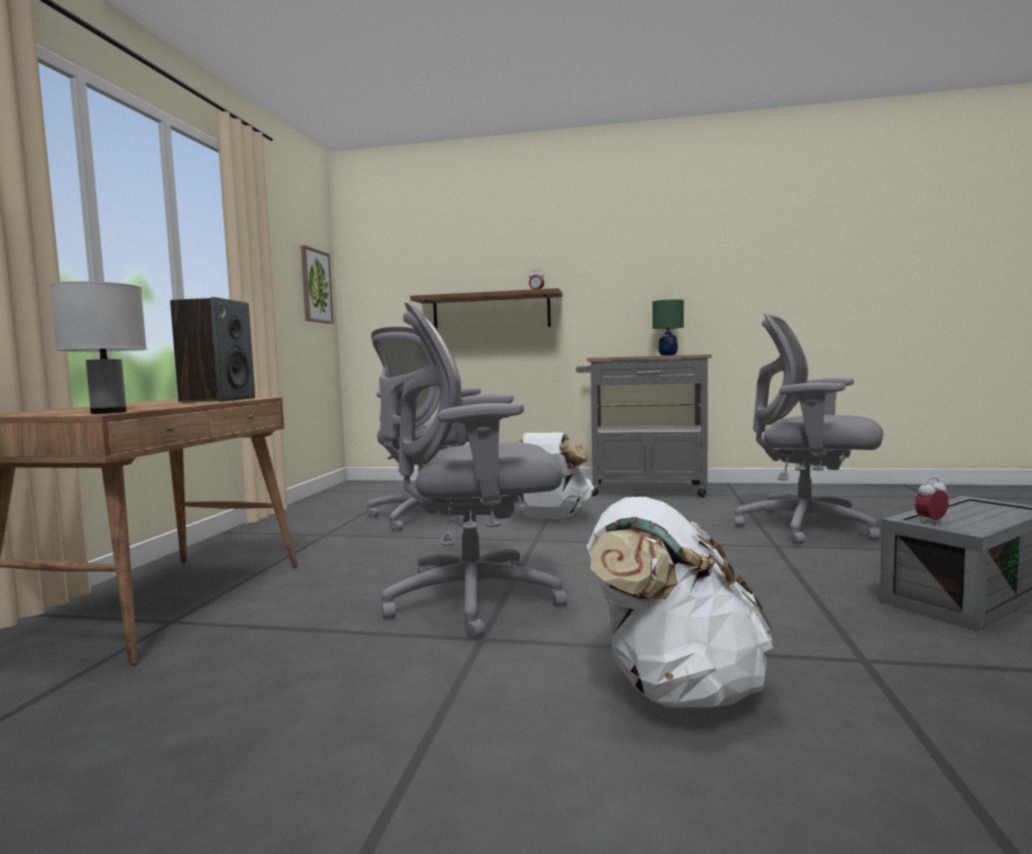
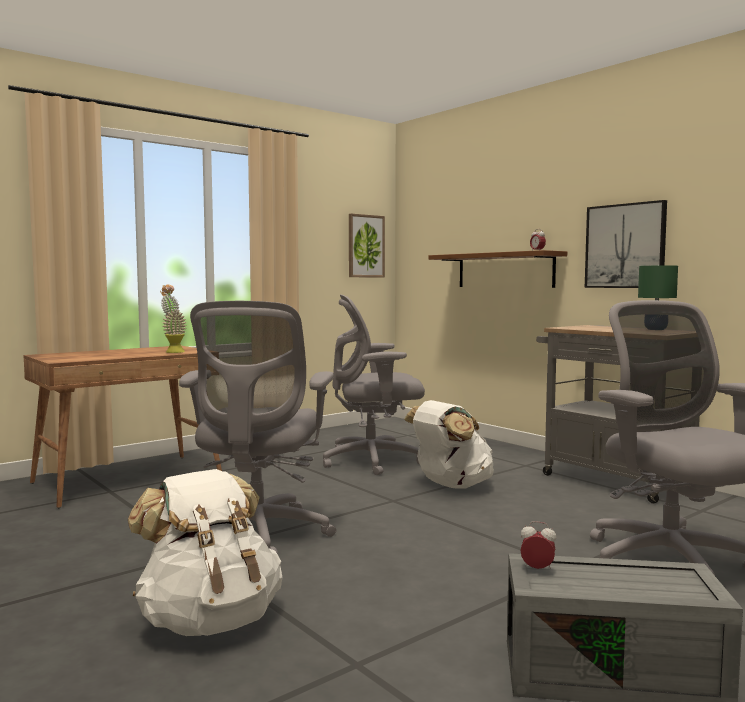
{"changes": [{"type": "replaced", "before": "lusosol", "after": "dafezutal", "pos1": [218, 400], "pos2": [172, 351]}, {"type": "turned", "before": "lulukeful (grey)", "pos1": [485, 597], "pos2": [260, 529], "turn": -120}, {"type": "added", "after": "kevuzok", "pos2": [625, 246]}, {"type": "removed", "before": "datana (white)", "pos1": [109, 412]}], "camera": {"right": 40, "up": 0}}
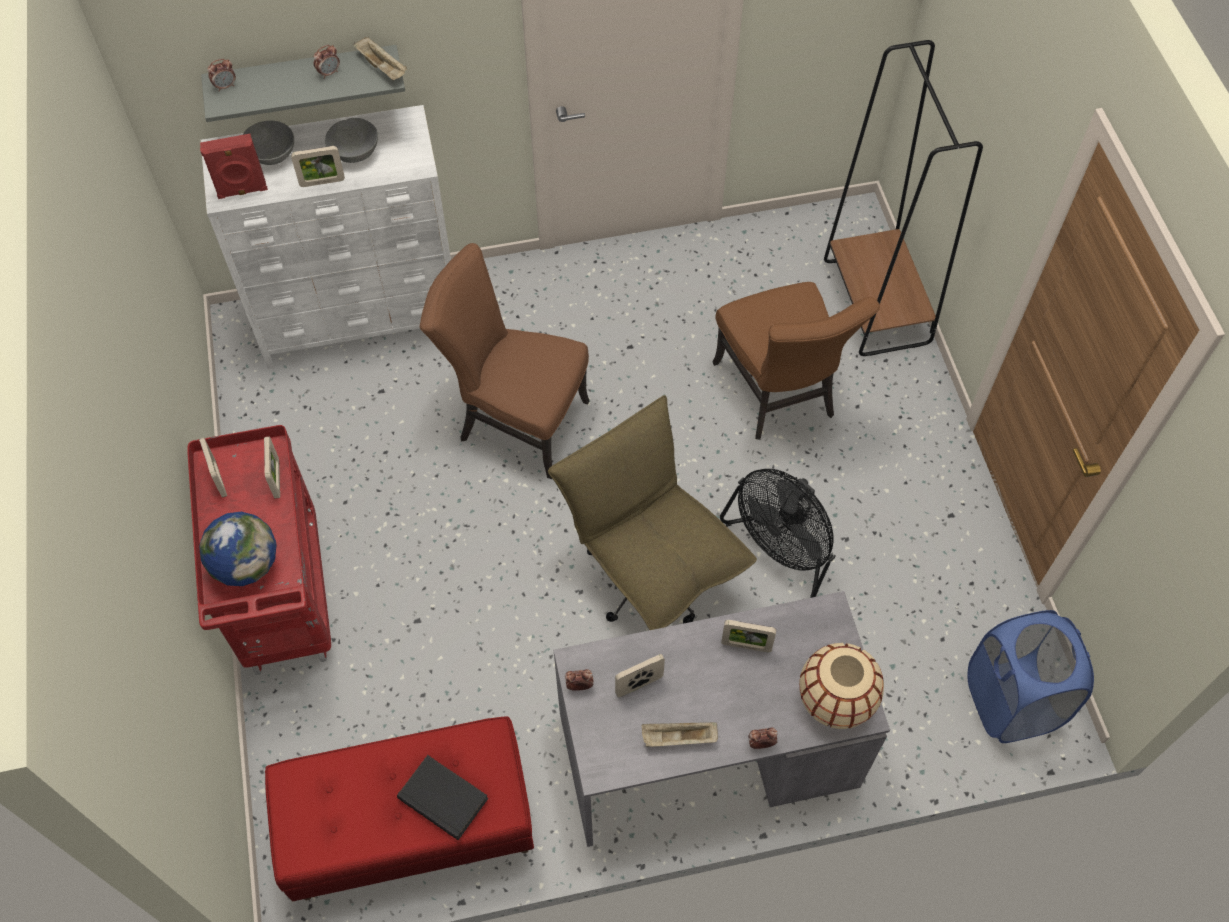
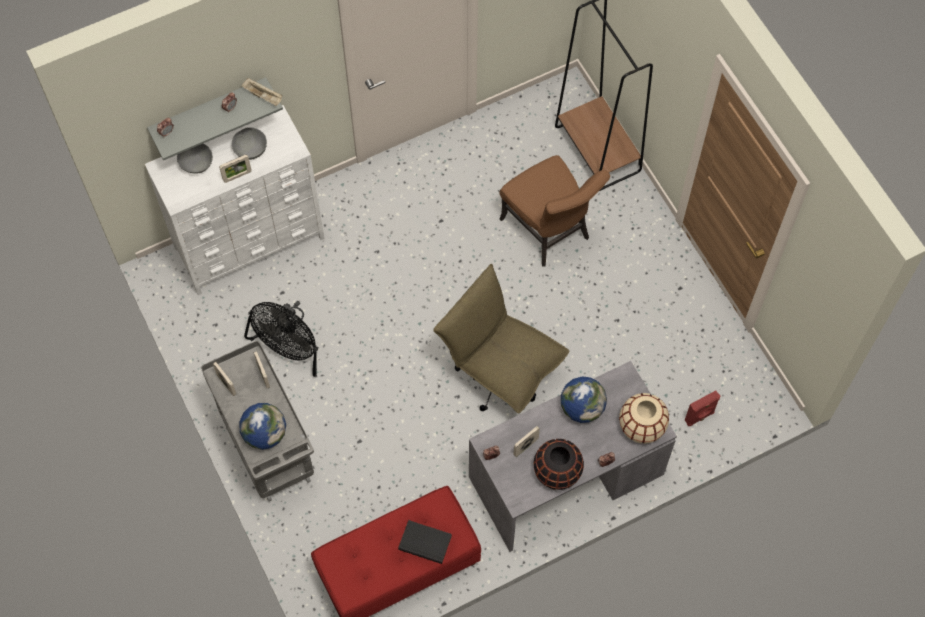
{"changes": [{"type": "recoloured", "before": "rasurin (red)", "after": "rasurin (grey)", "pos1": [286, 604], "pos2": [270, 451]}, {"type": "moved", "before": "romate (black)", "pos1": [782, 543], "pos2": [289, 343]}, {"type": "replaced", "before": "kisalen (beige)", "after": "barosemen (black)", "pos1": [678, 738], "pos2": [557, 472]}, {"type": "replaced", "before": "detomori", "after": "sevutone", "pos1": [746, 646], "pos2": [582, 408]}, {"type": "moved", "before": "lusosol (red)", "pos1": [242, 191], "pos2": [699, 417]}, {"type": "removed", "before": "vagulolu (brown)", "pos1": [516, 420]}, {"type": "removed", "before": "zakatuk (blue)", "pos1": [1011, 701]}], "camera": {"right": -15, "up": 5}}
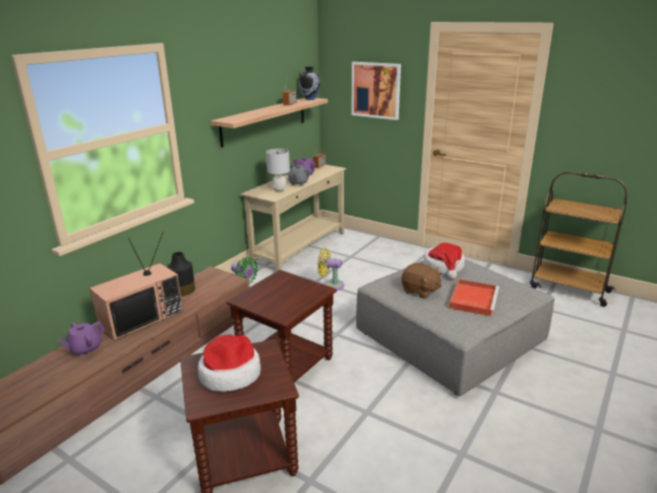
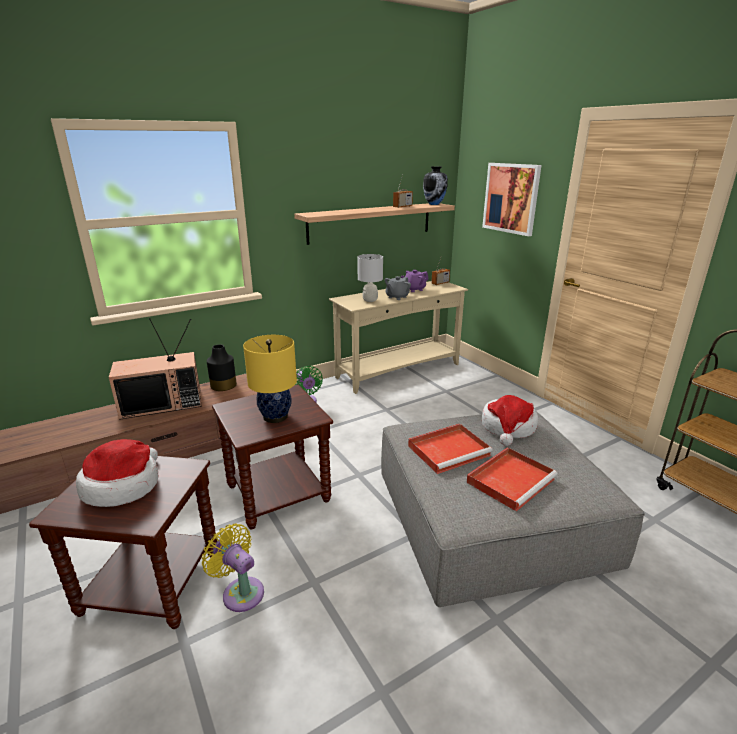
{"changes": [{"type": "moved", "before": "romate (yellow)", "pos1": [331, 285], "pos2": [240, 591]}, {"type": "added", "after": "datana (yellow)", "pos2": [275, 416]}, {"type": "replaced", "before": "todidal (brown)", "after": "kisalen (red)", "pos1": [420, 291], "pos2": [449, 450]}, {"type": "removed", "before": "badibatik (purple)", "pos1": [85, 349]}], "camera": {"right": 25, "up": 0}}
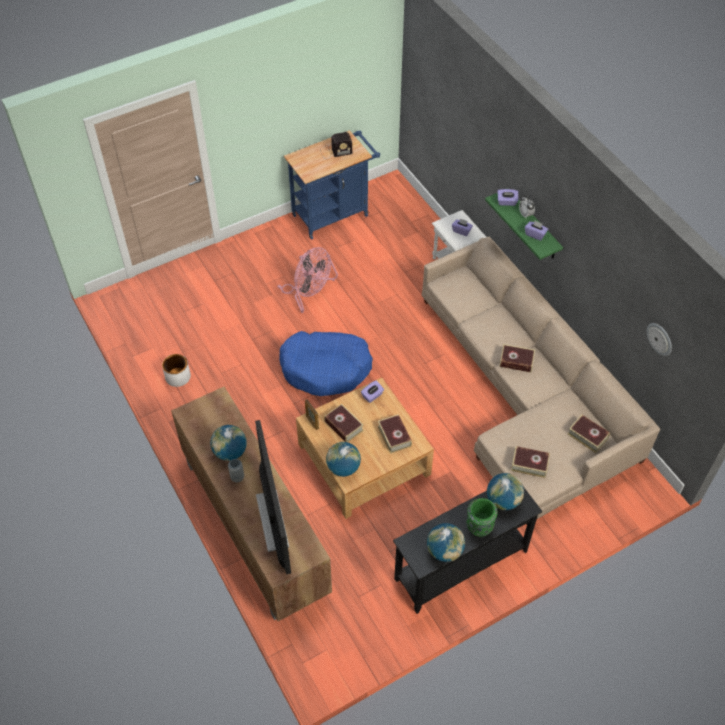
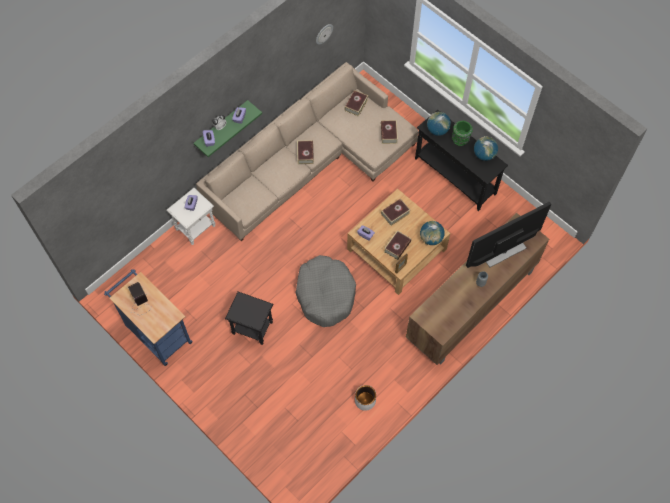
{"changes": [{"type": "replaced", "before": "romate (pink)", "after": "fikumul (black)", "pos1": [308, 292], "pos2": [252, 328]}, {"type": "recoloured", "before": "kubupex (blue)", "after": "kubupex (grey)", "pos1": [326, 368], "pos2": [325, 294]}, {"type": "removed", "before": "sevutone", "pos1": [230, 452]}], "camera": {"right": -105, "up": 10}}
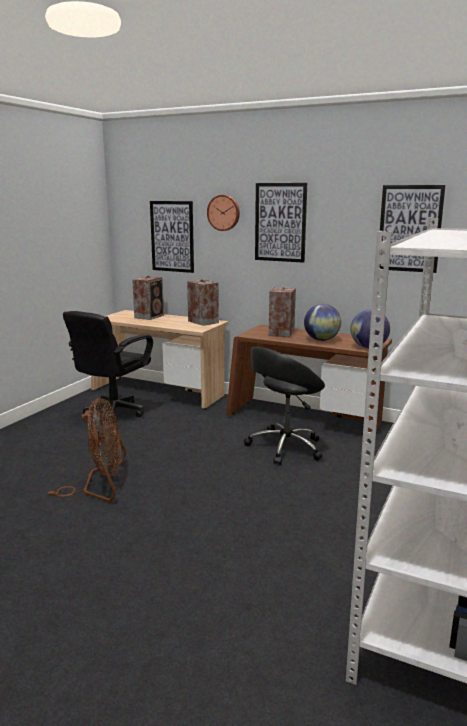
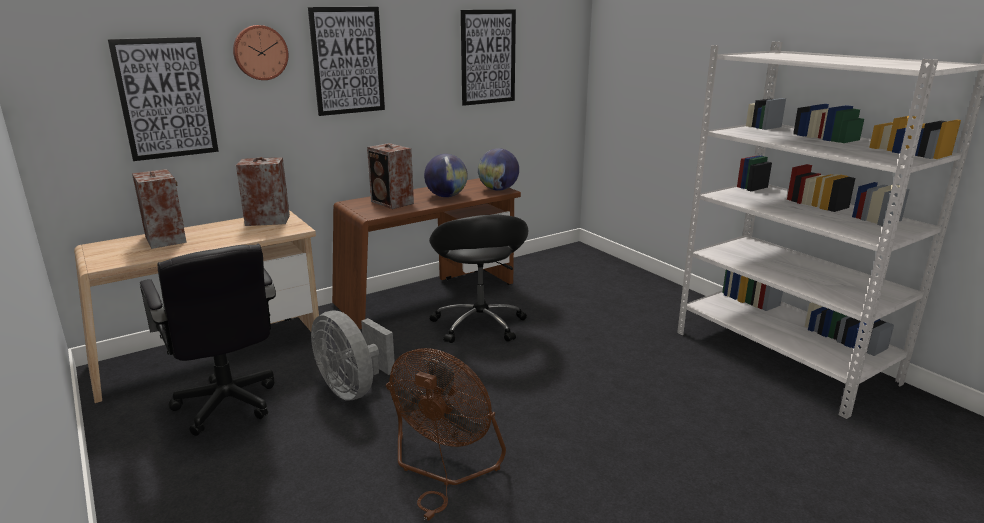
{"changes": [{"type": "added", "after": "romate (grey)", "pos2": [353, 388]}], "camera": {"right": -60, "up": 5}}
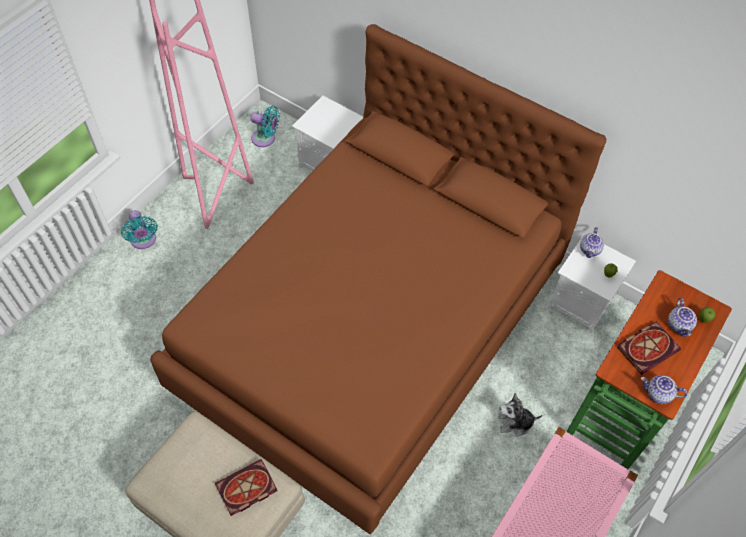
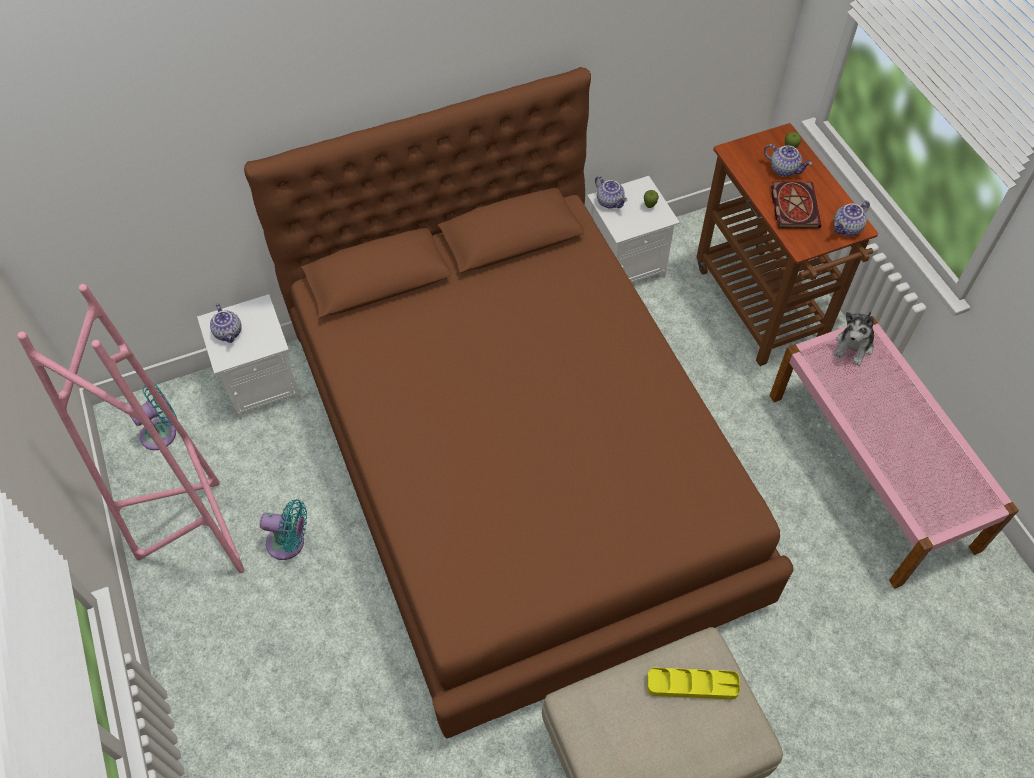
{"changes": [{"type": "added", "after": "badibatik", "pos2": [229, 332]}, {"type": "moved", "before": "romate (turquoise)", "pos1": [144, 241], "pos2": [289, 543]}, {"type": "replaced", "before": "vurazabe", "after": "kisalen (yellow)", "pos1": [245, 489], "pos2": [692, 685]}, {"type": "recoloured", "before": "rasurin (green)", "after": "rasurin (brown)", "pos1": [619, 409], "pos2": [760, 305]}, {"type": "moved", "before": "todidal", "pos1": [515, 423], "pos2": [854, 346]}], "camera": {"right": -55, "up": 0}}
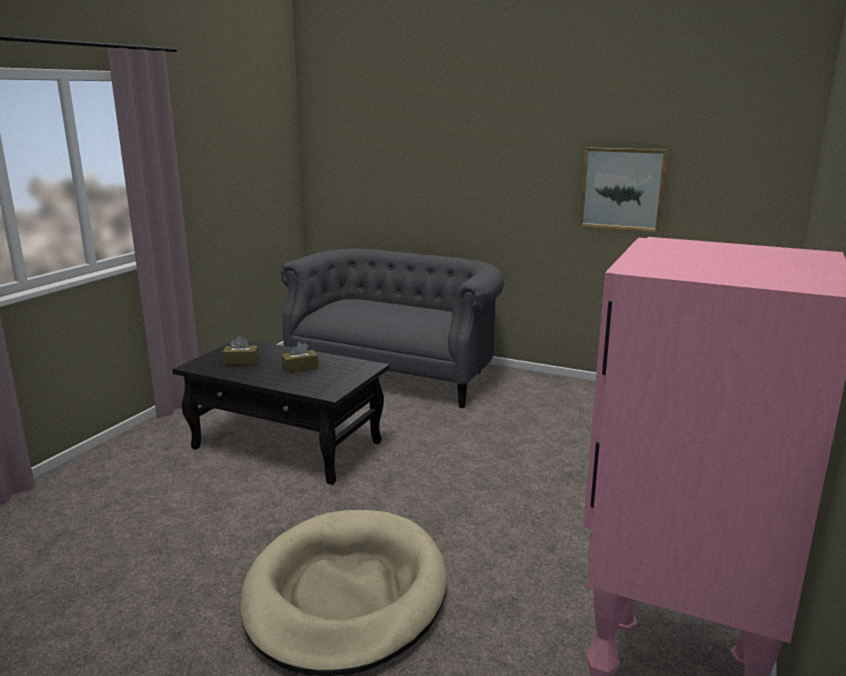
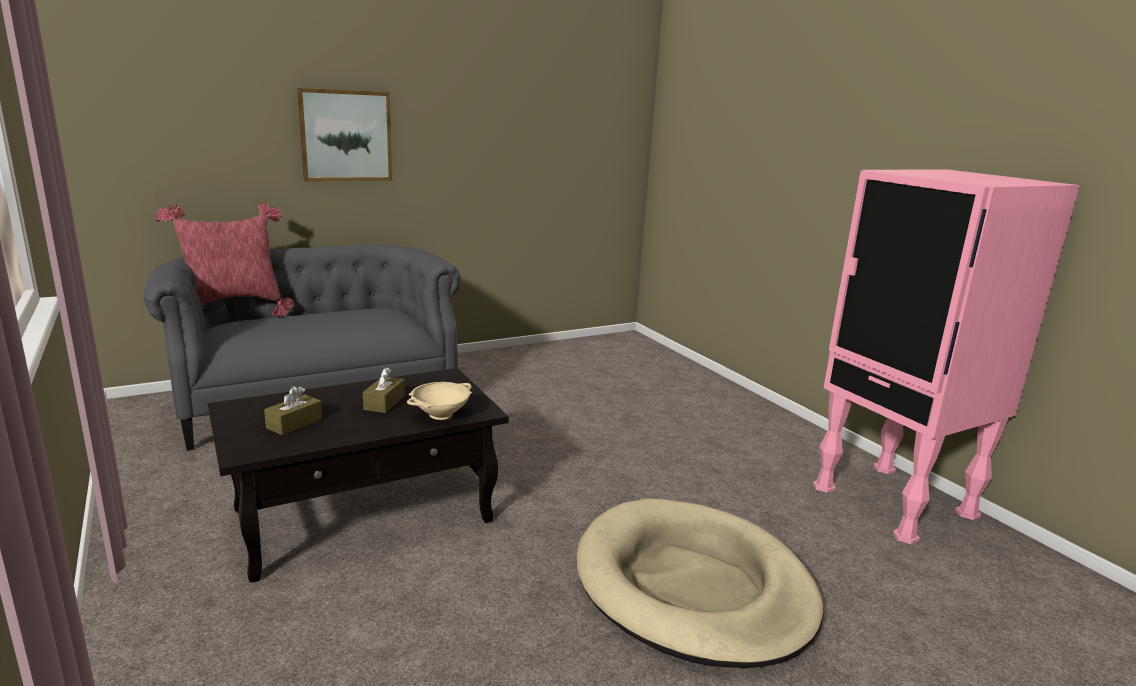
{"changes": [{"type": "added", "after": "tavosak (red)", "pos2": [233, 315]}, {"type": "moved", "before": "kevuzok", "pos1": [622, 189], "pos2": [346, 136]}, {"type": "added", "after": "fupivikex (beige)", "pos2": [440, 415]}], "camera": {"right": -55, "up": 0}}
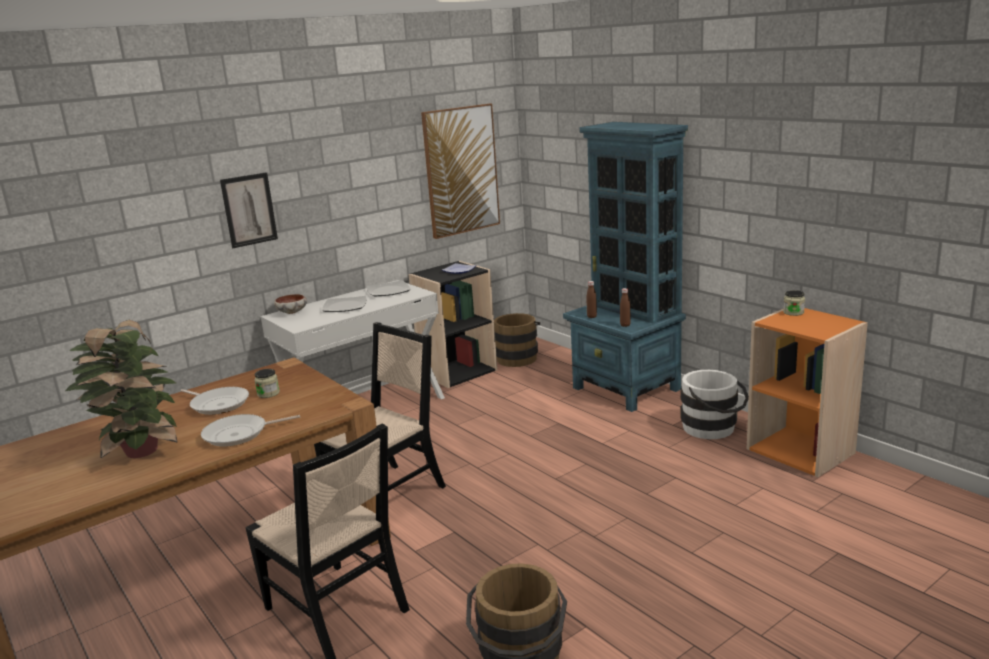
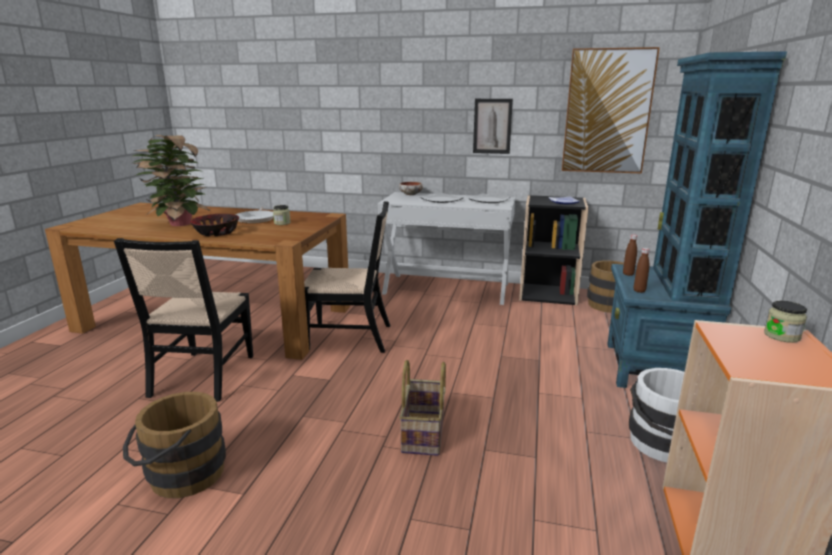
{"changes": [{"type": "replaced", "before": "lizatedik", "after": "fupivikex", "pos1": [239, 434], "pos2": [216, 233]}, {"type": "added", "after": "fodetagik", "pos2": [424, 433]}, {"type": "moved", "before": "kevuzok", "pos1": [249, 210], "pos2": [492, 126]}], "camera": {"right": 50, "up": 0}}
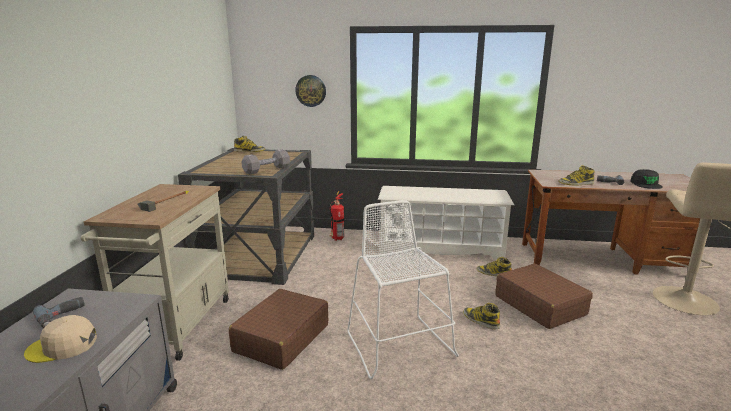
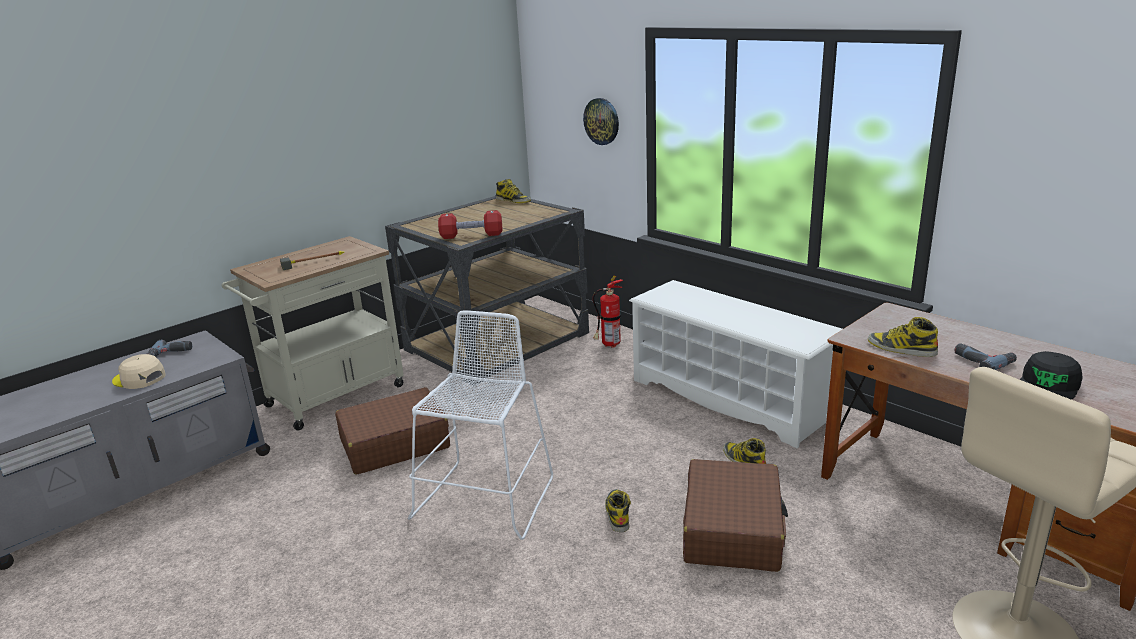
{"changes": [{"type": "recoloured", "before": "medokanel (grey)", "after": "medokanel (red)", "pos1": [267, 170], "pos2": [471, 235]}], "camera": {"right": 40, "up": 5}}
